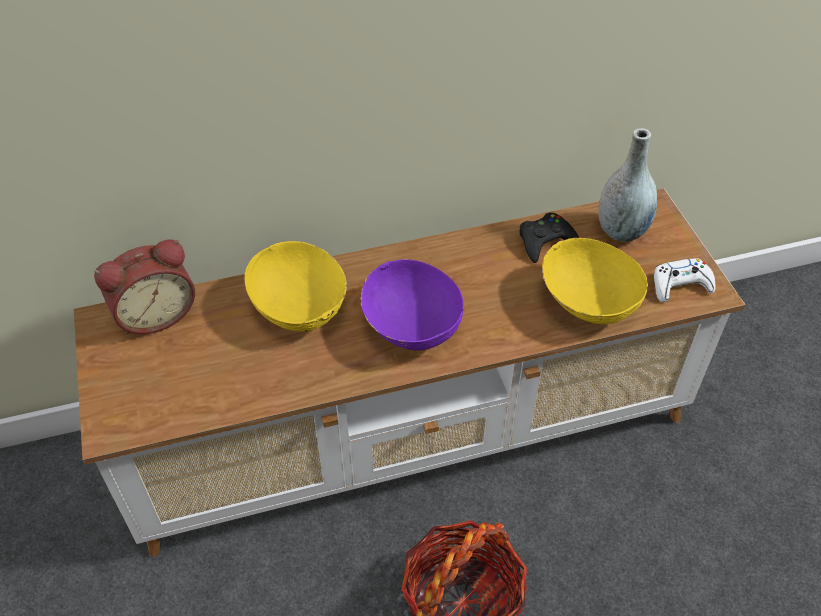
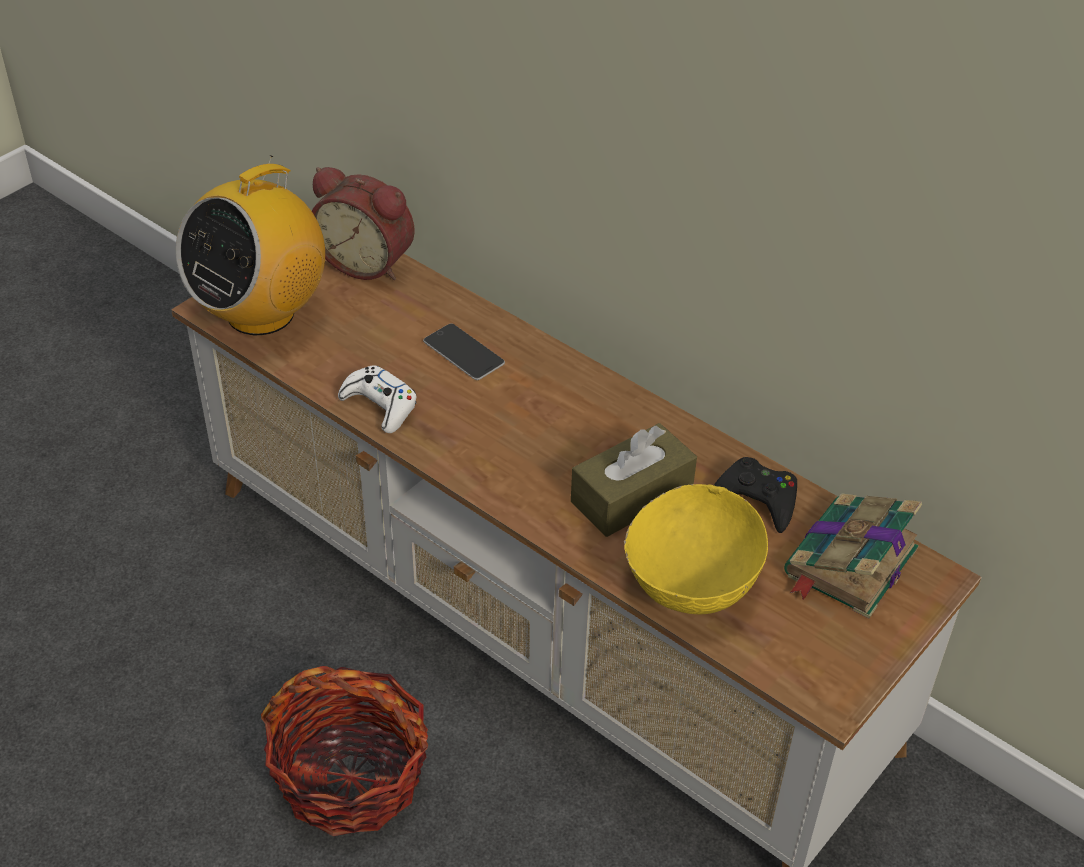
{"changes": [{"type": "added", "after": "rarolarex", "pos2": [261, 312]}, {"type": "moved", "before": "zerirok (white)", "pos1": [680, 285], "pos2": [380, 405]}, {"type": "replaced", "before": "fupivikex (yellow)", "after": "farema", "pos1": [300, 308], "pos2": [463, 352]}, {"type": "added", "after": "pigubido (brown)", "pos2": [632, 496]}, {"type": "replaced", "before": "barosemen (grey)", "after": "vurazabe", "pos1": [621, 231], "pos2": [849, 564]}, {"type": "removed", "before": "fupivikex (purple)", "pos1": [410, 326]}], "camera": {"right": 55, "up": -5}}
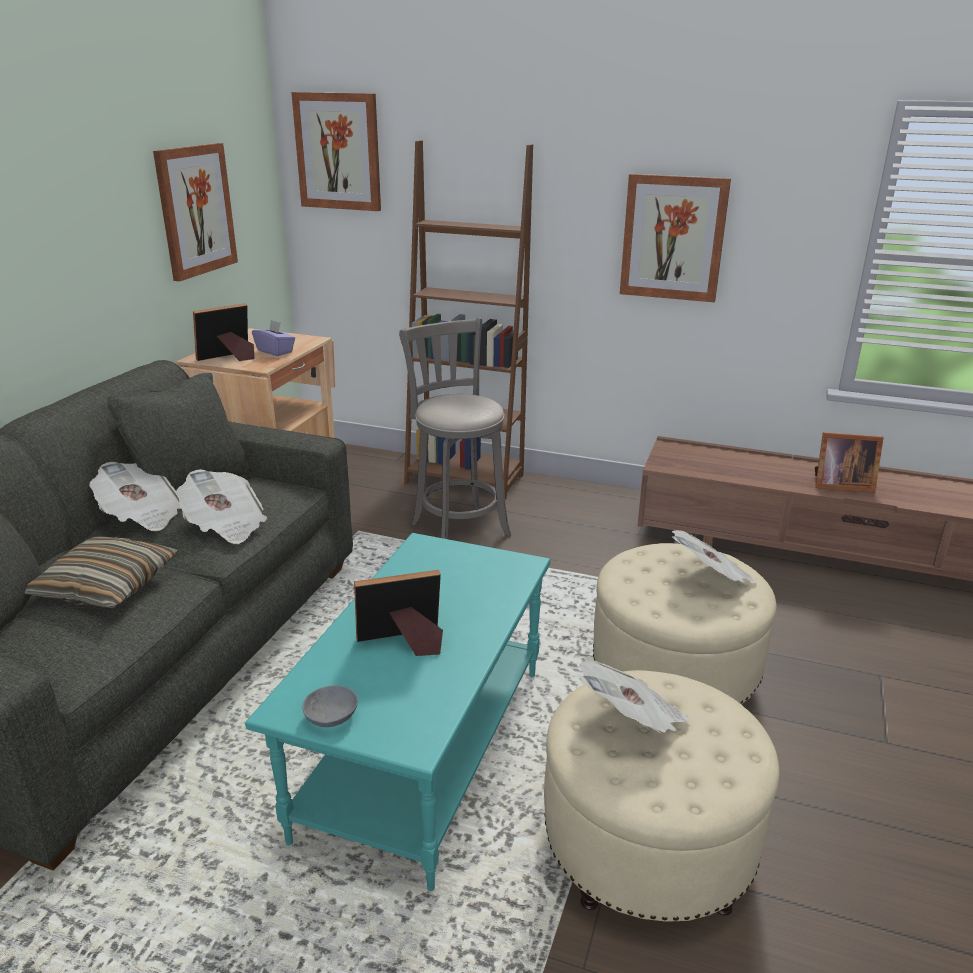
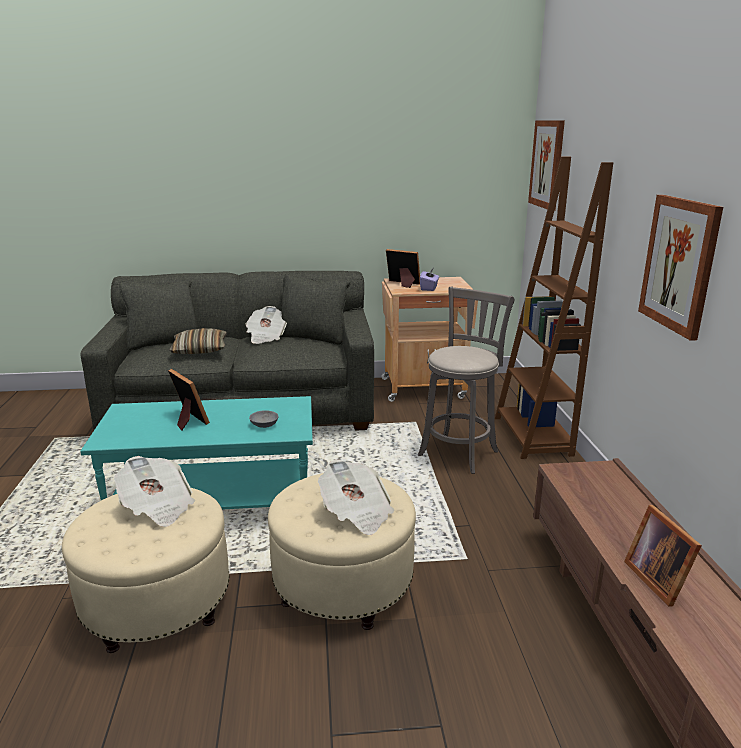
{"changes": [{"type": "moved", "before": "fupivikex (grey)", "pos1": [331, 717], "pos2": [263, 425]}, {"type": "removed", "before": "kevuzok", "pos1": [195, 210]}, {"type": "removed", "before": "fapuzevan", "pos1": [225, 525]}], "camera": {"right": 65, "up": -5}}
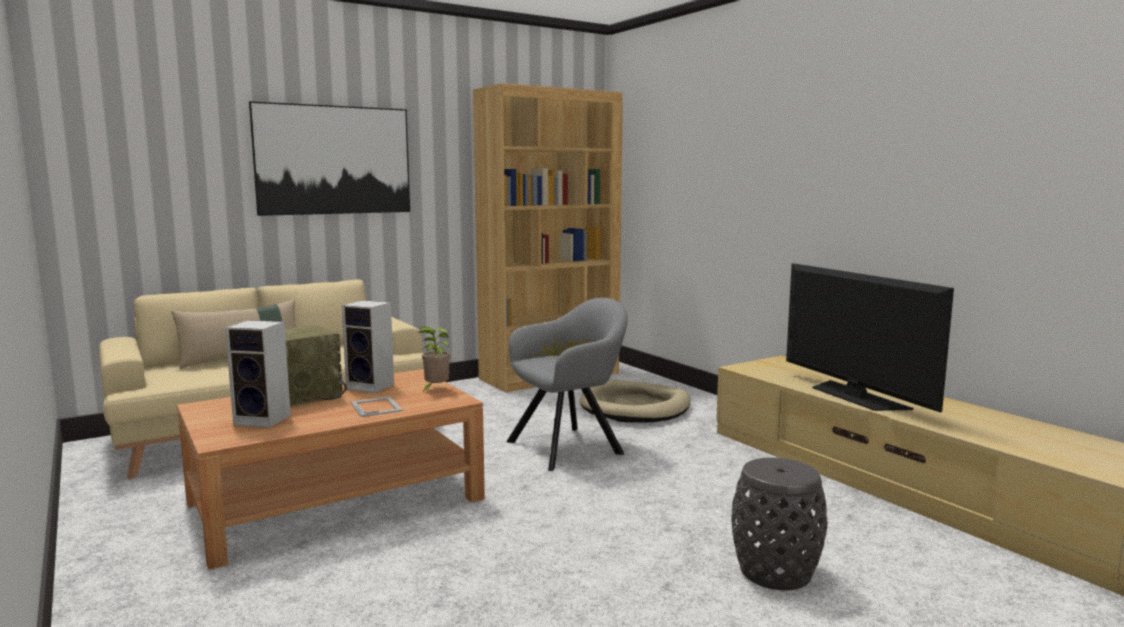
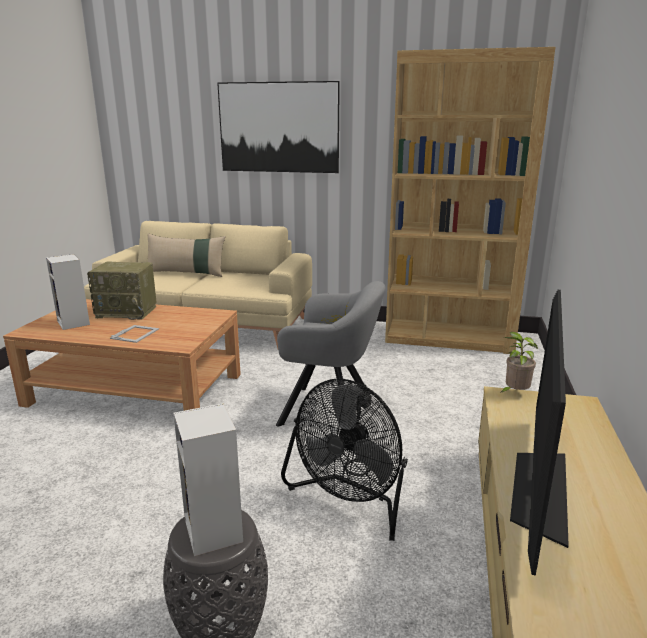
{"changes": [{"type": "moved", "before": "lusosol", "pos1": [372, 387], "pos2": [215, 532]}, {"type": "added", "after": "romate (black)", "pos2": [348, 497]}, {"type": "moved", "before": "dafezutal", "pos1": [435, 389], "pos2": [514, 393]}, {"type": "removed", "before": "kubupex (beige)", "pos1": [635, 407]}], "camera": {"right": 45, "up": 10}}
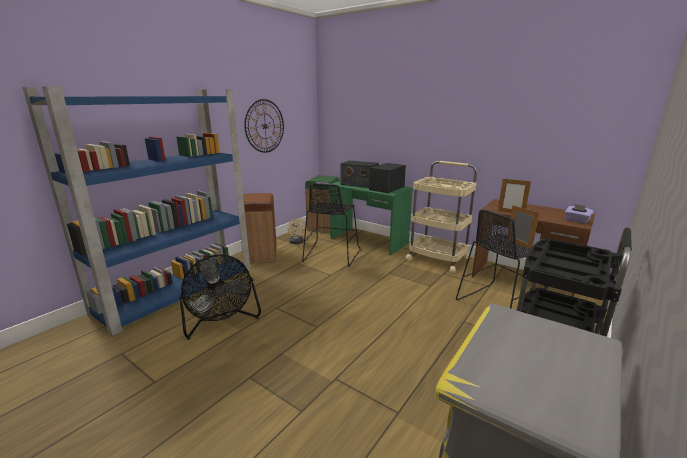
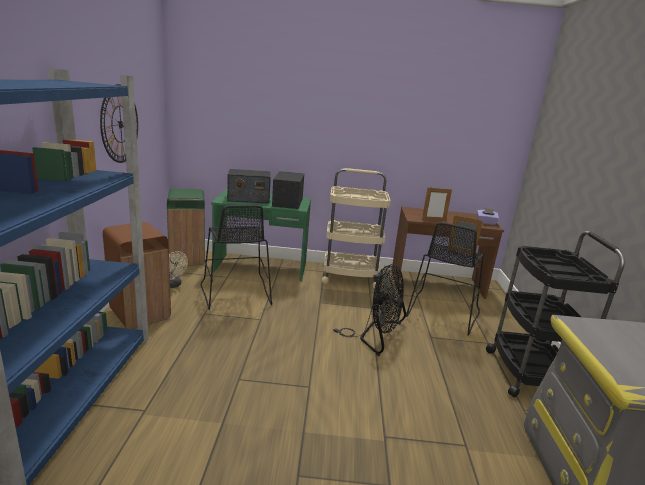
{"changes": [{"type": "moved", "before": "romate (black)", "pos1": [218, 322], "pos2": [375, 335]}], "camera": {"right": -35, "up": 0}}
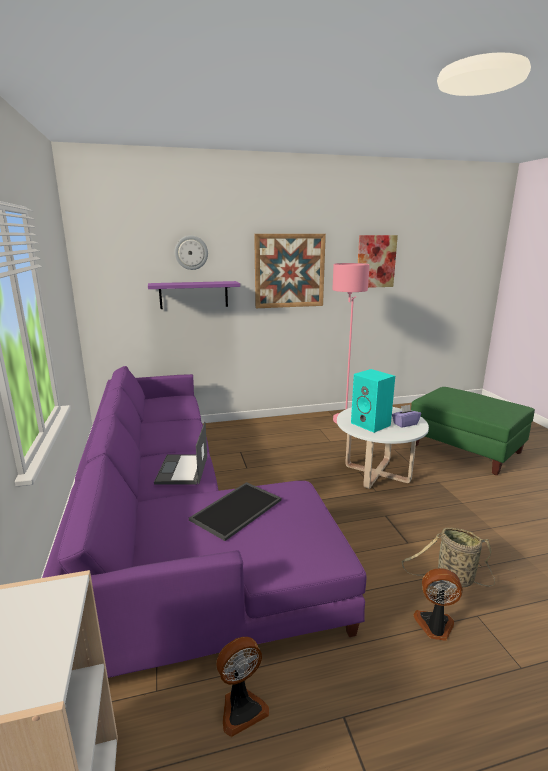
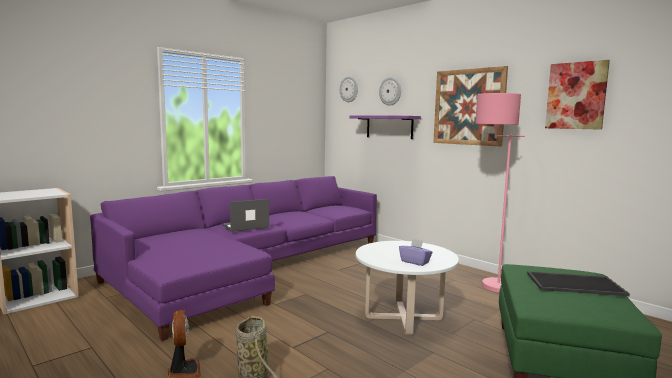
{"changes": [{"type": "added", "after": "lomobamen", "pos2": [349, 89]}, {"type": "moved", "before": "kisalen", "pos1": [236, 509], "pos2": [575, 283]}, {"type": "removed", "before": "romate", "pos1": [241, 708]}, {"type": "removed", "before": "lusosol (turquoise)", "pos1": [371, 424]}], "camera": {"right": 60, "up": -10}}
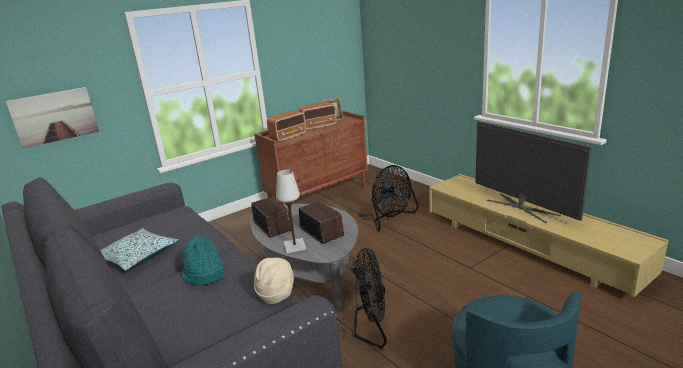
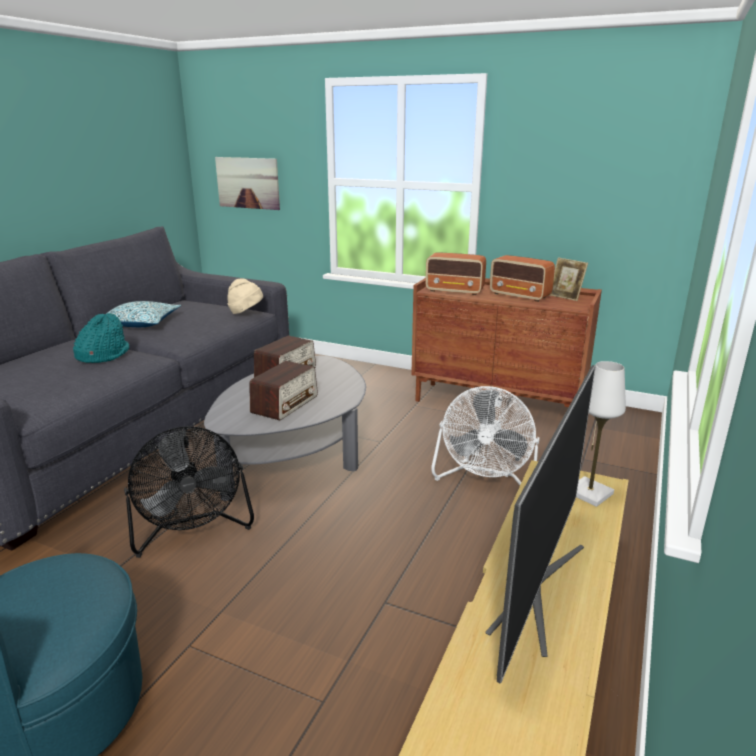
{"changes": [{"type": "moved", "before": "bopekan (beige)", "pos1": [276, 294], "pos2": [246, 312]}, {"type": "recoloured", "before": "romate (black)", "after": "romate (white)", "pos1": [388, 219], "pos2": [482, 478]}, {"type": "moved", "before": "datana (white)", "pos1": [294, 247], "pos2": [589, 493]}], "camera": {"right": 60, "up": 0}}
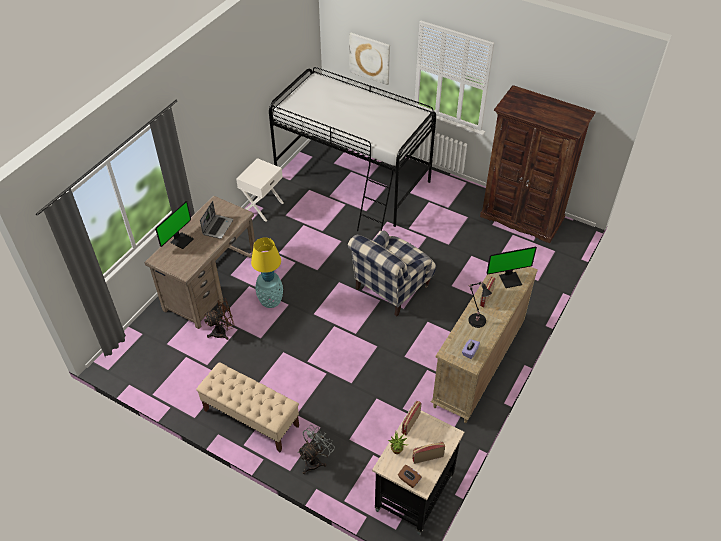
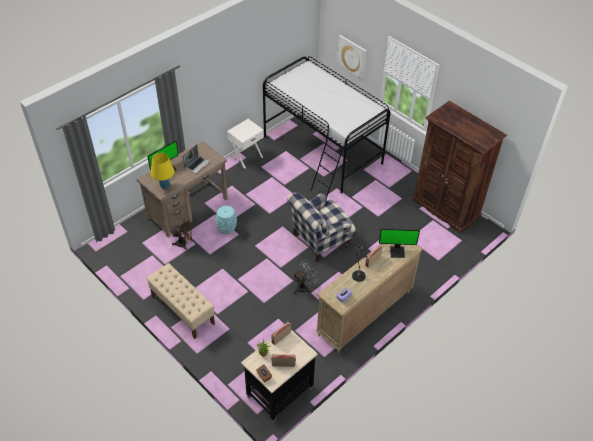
{"changes": [{"type": "moved", "before": "datana (yellow)", "pos1": [268, 278], "pos2": [165, 186]}, {"type": "moved", "before": "romate (grey)", "pos1": [315, 460], "pos2": [304, 287]}], "camera": {"right": 15, "up": 0}}
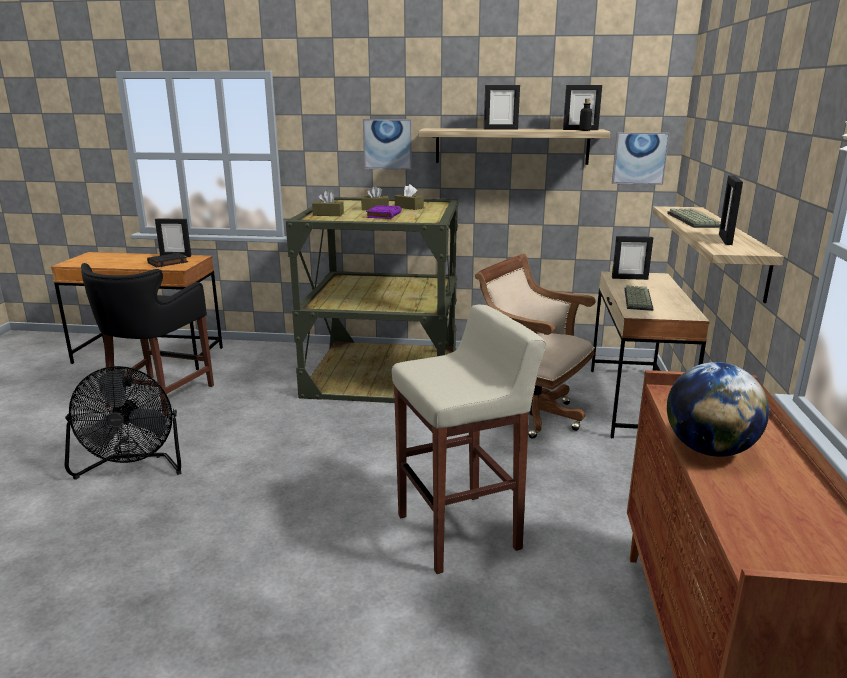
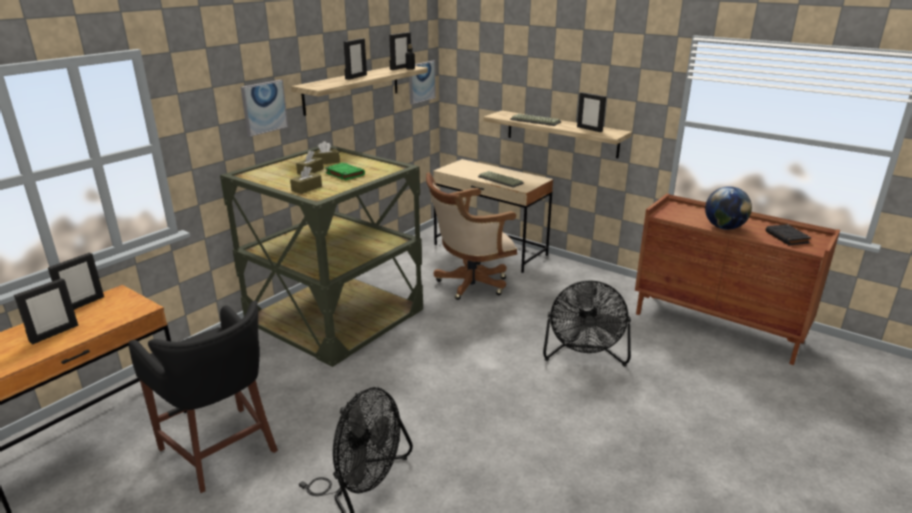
{"changes": [{"type": "moved", "before": "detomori", "pos1": [629, 278], "pos2": [54, 333]}, {"type": "recoloured", "before": "vurazabe (purple)", "after": "vurazabe (green)", "pos1": [384, 215], "pos2": [344, 174]}, {"type": "replaced", "before": "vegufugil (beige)", "after": "romate (black)", "pos1": [460, 532], "pos2": [581, 353]}, {"type": "moved", "before": "vurazabe (black)", "pos1": [167, 263], "pos2": [787, 238]}], "camera": {"right": -60, "up": 5}}
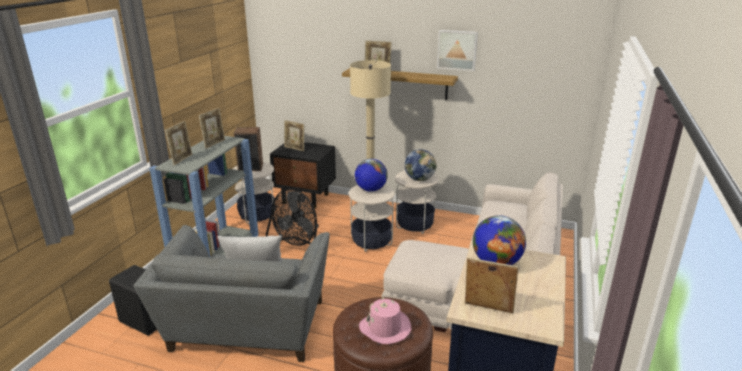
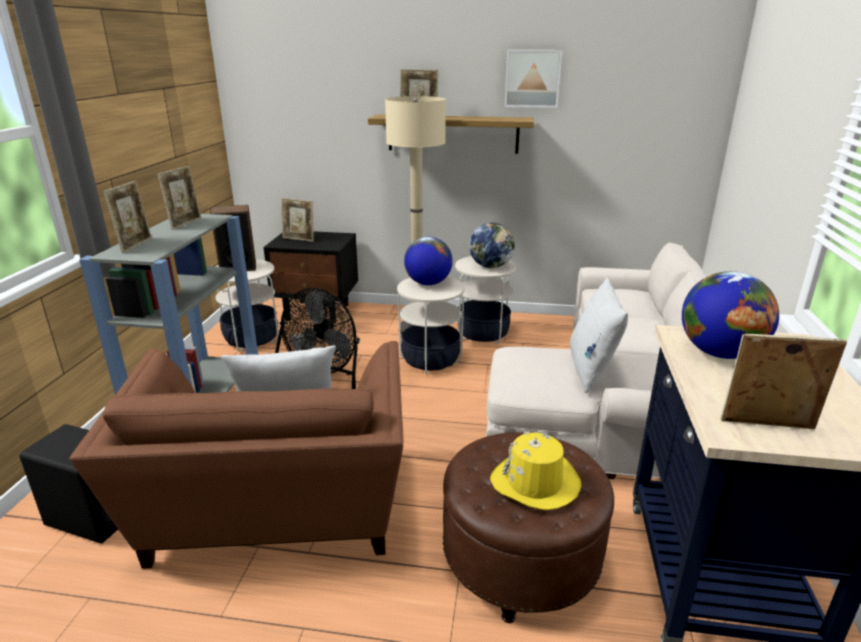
{"changes": [{"type": "recoloured", "before": "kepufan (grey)", "after": "kepufan (brown)", "pos1": [247, 329], "pos2": [275, 510]}, {"type": "recoloured", "before": "bopekan (pink)", "after": "bopekan (yellow)", "pos1": [385, 328], "pos2": [535, 482]}, {"type": "added", "after": "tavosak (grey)", "pos2": [591, 370]}], "camera": {"right": -10, "up": 0}}
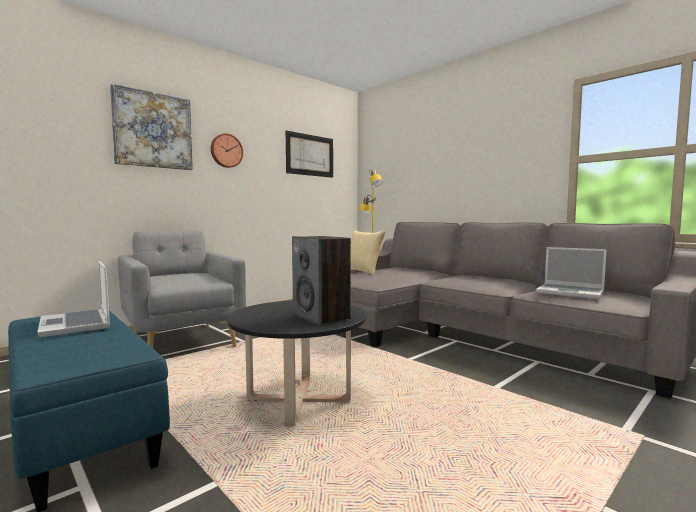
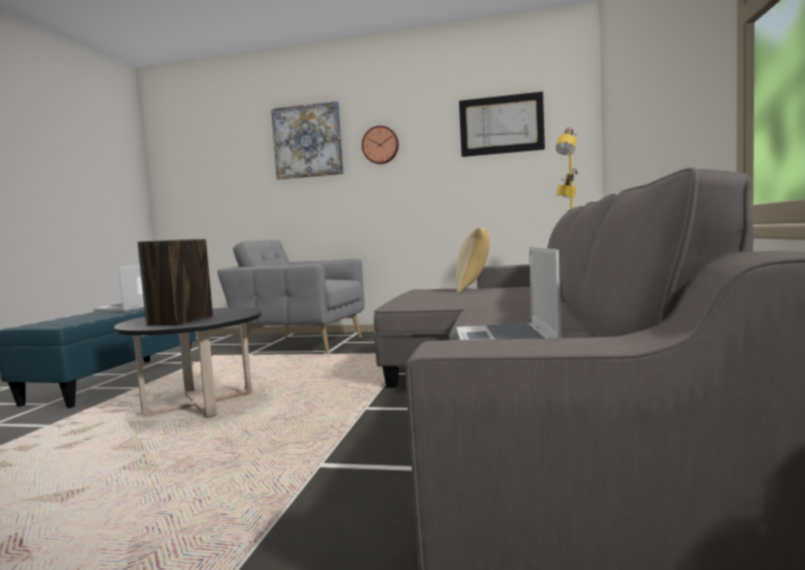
{"changes": [{"type": "turned", "before": "kepufan (grey)", "pos1": [182, 340], "pos2": [300, 344], "turn": -90}], "camera": {"right": 55, "up": 0}}
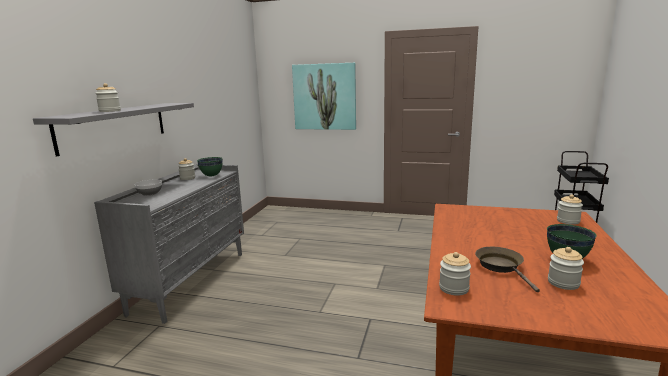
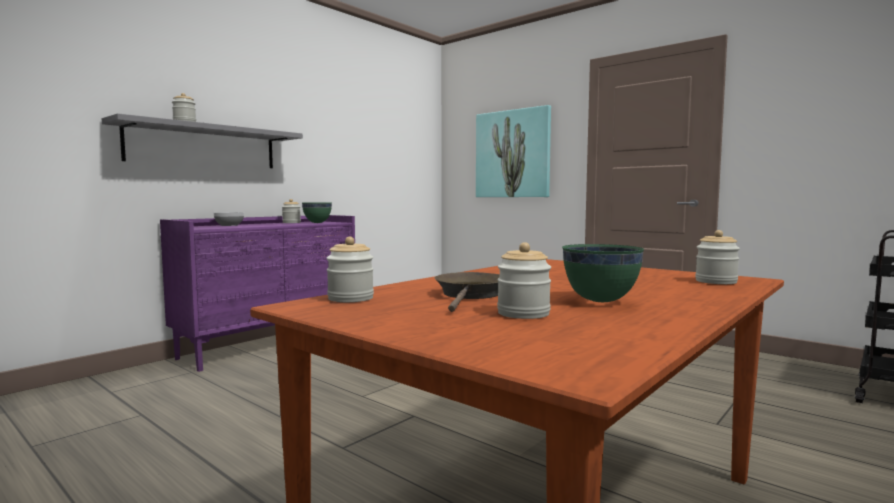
{"changes": [{"type": "recoloured", "before": "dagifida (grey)", "after": "dagifida (purple)", "pos1": [191, 281], "pos2": [271, 345]}], "camera": {"right": 25, "up": -10}}
